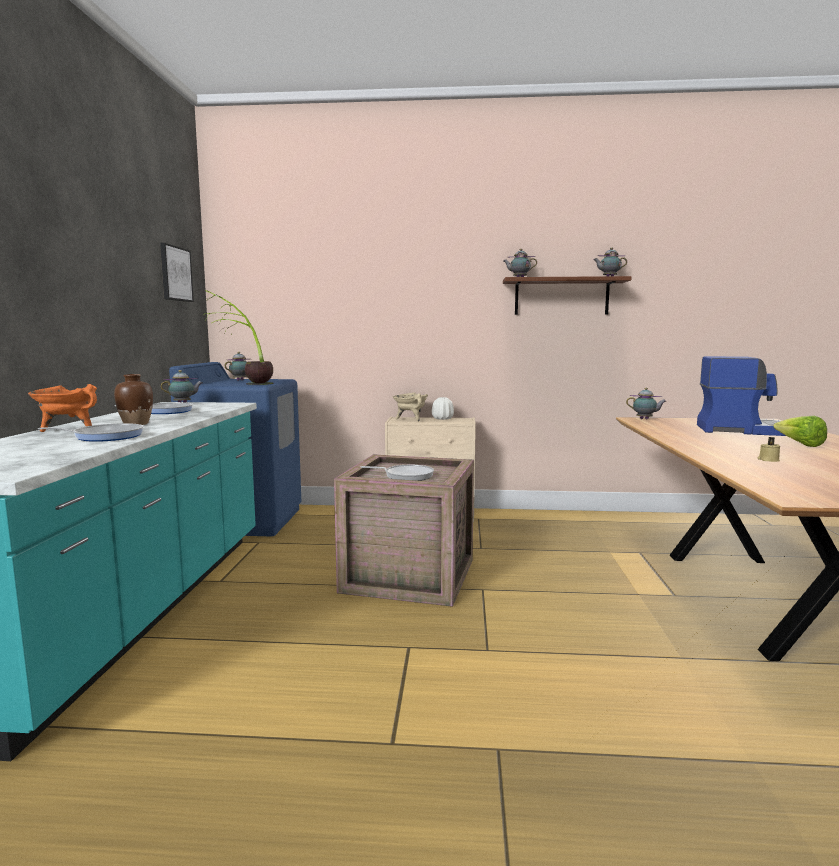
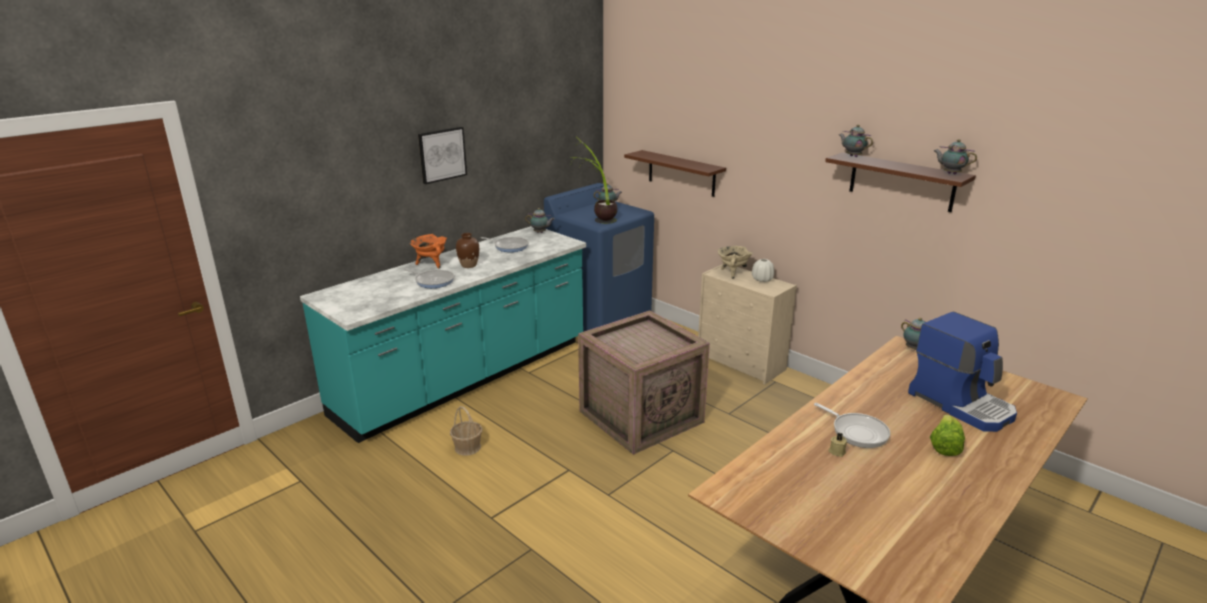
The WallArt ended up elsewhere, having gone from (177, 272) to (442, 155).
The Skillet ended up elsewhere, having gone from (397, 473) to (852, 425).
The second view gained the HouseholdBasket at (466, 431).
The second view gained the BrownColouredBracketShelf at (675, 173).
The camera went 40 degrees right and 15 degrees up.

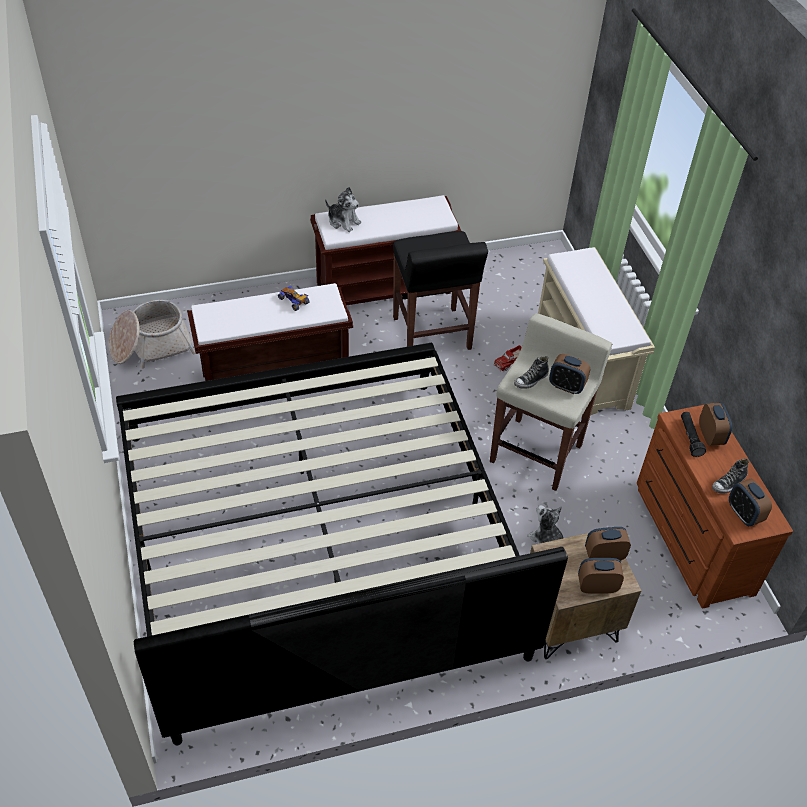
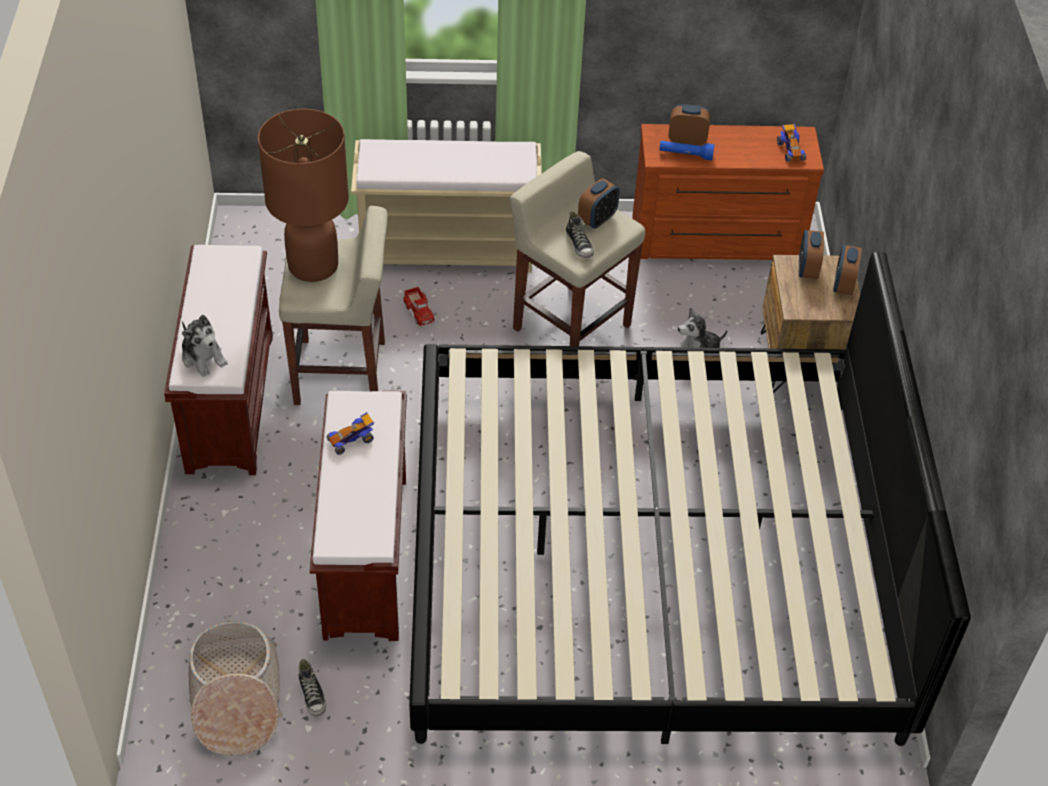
The CuddlyToy at (343, 209) ended up facing another way, 90 degrees clockwise from before.
What was the BlackColouredStool at (440, 290) turned into the BeigeColouredStool at (333, 305).
What was the BlackColouredHandTorch at (693, 434) turned into the BlueColouredHandTorch at (686, 150).
The ItemOfFootwear ended up elsewhere, having gone from (730, 476) to (312, 687).
Where the BedsideClock stood at (750, 502), the ToyCar came to stand at (791, 143).
The second view gained the BrownColouredLampForATable at (303, 195).
The camera went 75 degrees left and 0 degrees up.

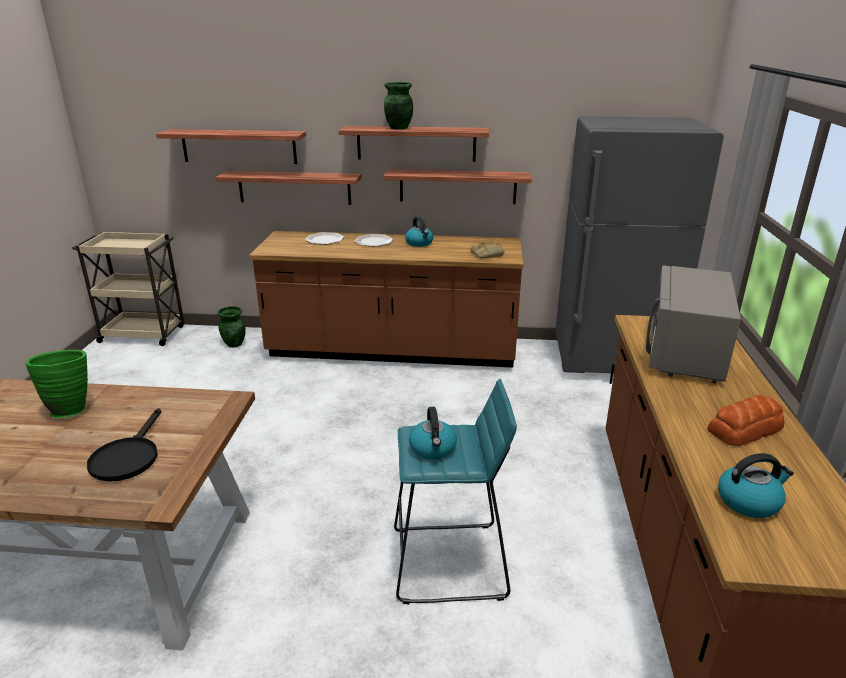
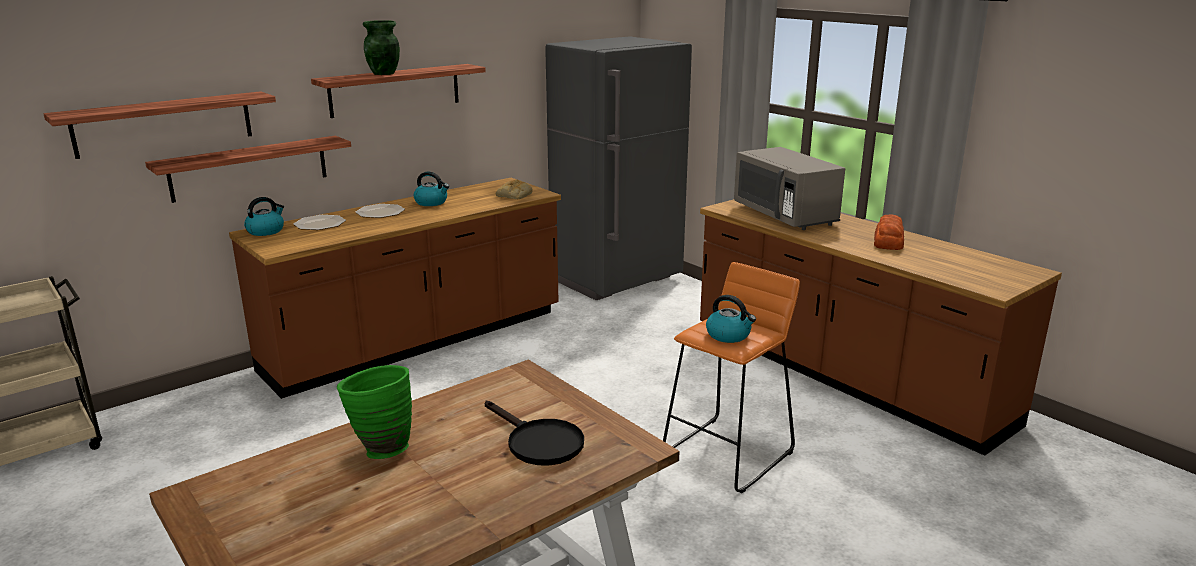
The second view lost the GreenColouredDecorativeVase at (231, 326).
The second view lost the BracketShelf at (458, 186).
What was the TurquoiseColouredStool at (455, 491) turned into the OrangeColouredStool at (731, 377).
The TeaKettle ended up elsewhere, having gone from (756, 485) to (264, 216).
The camera went 45 degrees left and 5 degrees down.

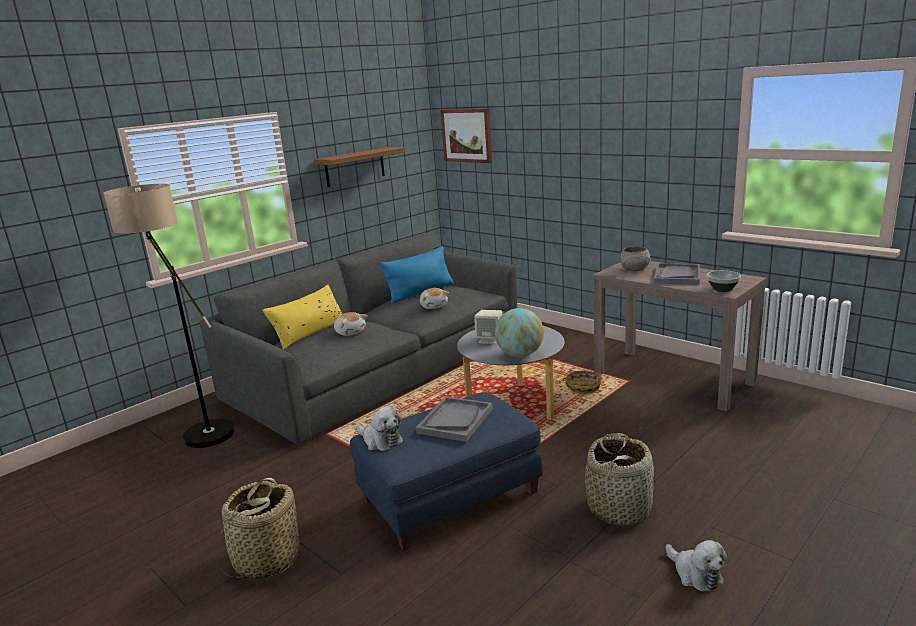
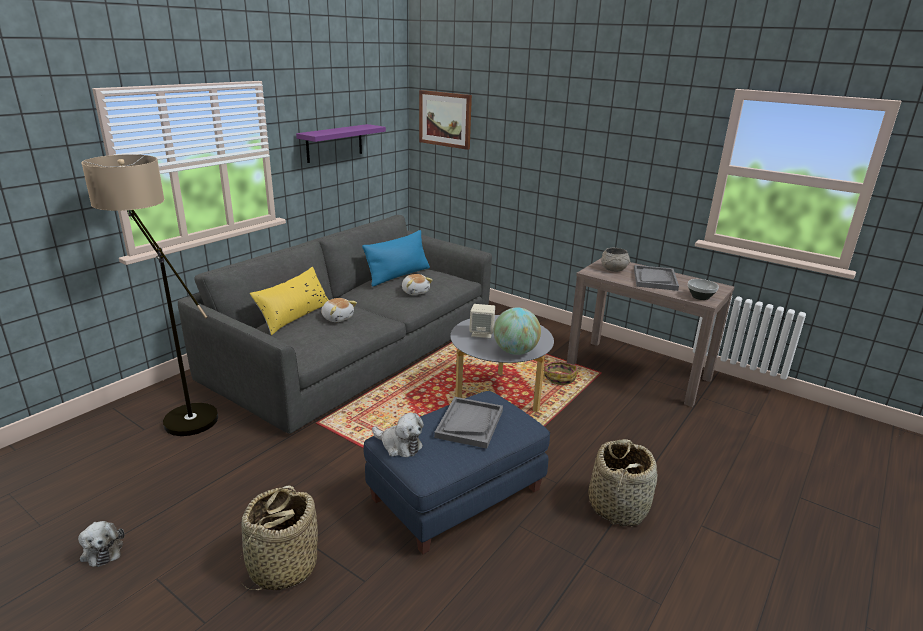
What was the BrownColouredBracketShelf at (359, 167) turned into the PurpleBracketShelf at (341, 143).
The CuddlyToy ended up elsewhere, having gone from (696, 566) to (101, 544).
The camera went 10 degrees left and 5 degrees up.

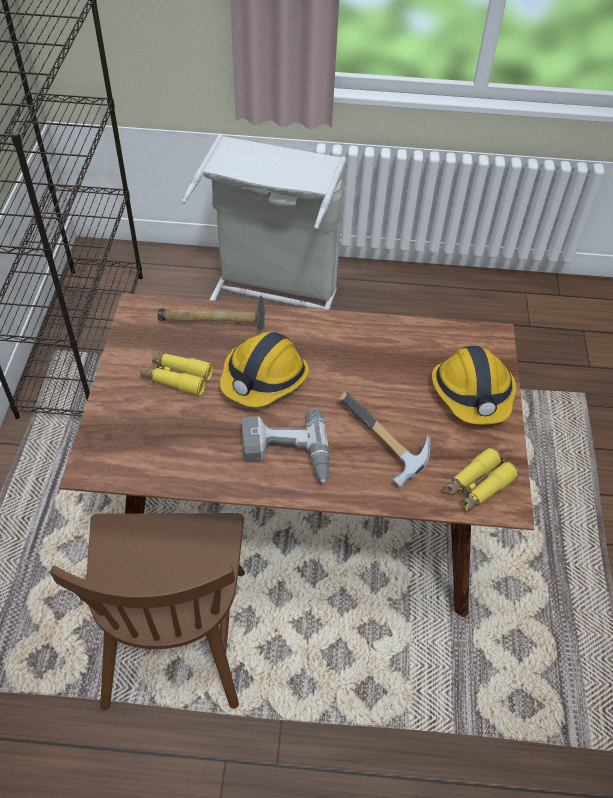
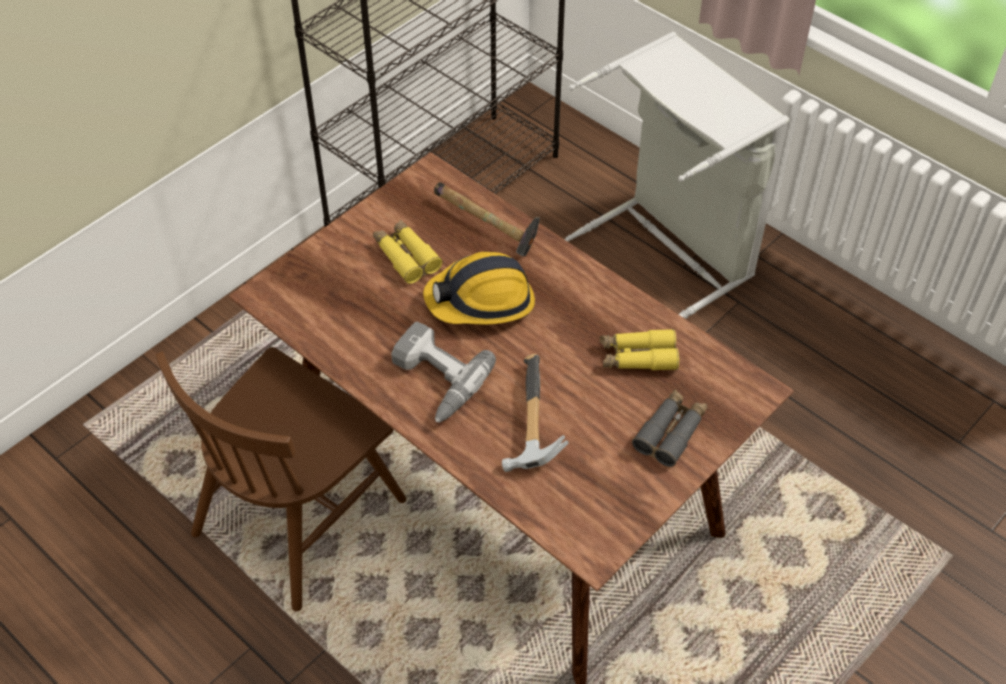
Where the HardHat stood at (474, 385), the GreyPairOfBinoculars came to stand at (669, 428).
The YellowPairOfBinoculars ended up elsewhere, having gone from (481, 479) to (639, 349).
The camera went 40 degrees right and 0 degrees up.

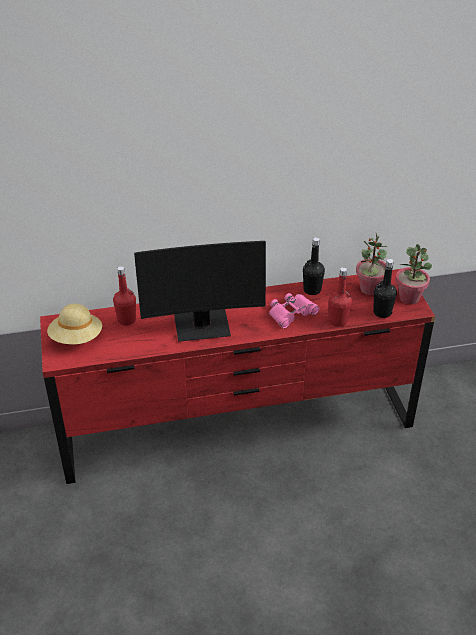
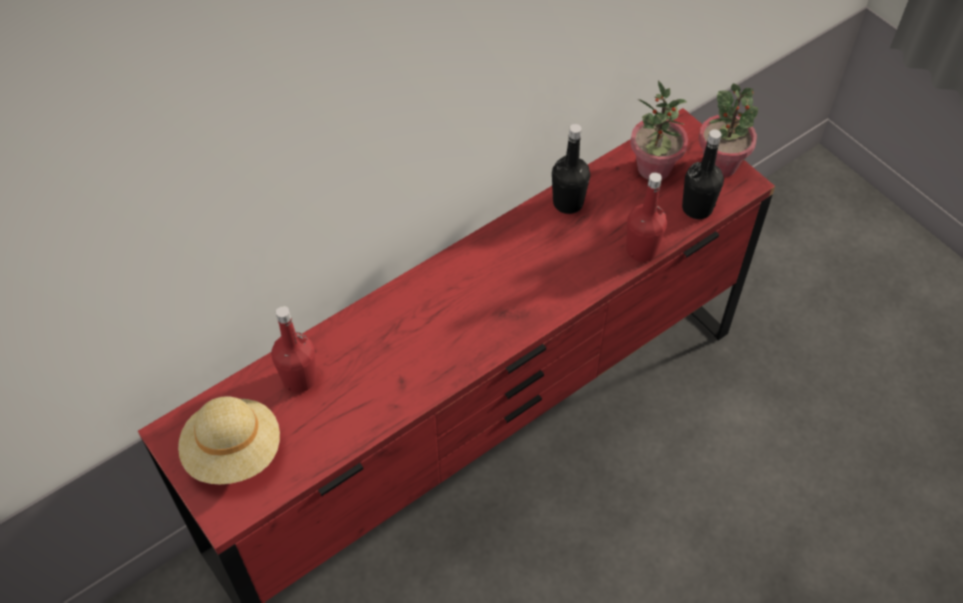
The second view lost the ComputerScreen at (200, 291).
The second view lost the PinkPairOfBinoculars at (294, 311).
The camera went 25 degrees left and 15 degrees up.

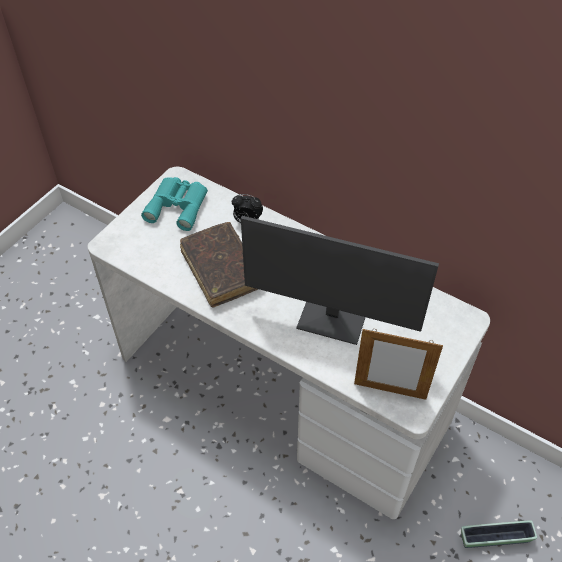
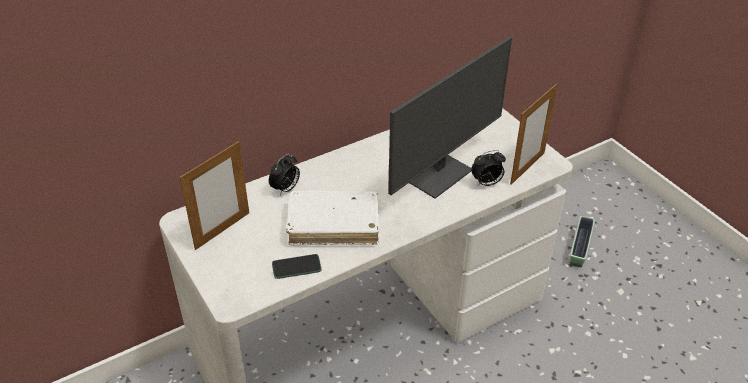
Where the TurquoiseColouredPairOfBinoculars stood at (174, 204), the PictureFrame came to stand at (214, 195).
What was the BrownColouredVolume at (219, 265) turned into the WhitishVolume at (332, 218).
The second view gained the Phone at (297, 266).
The second view gained the BedsideClock at (488, 168).
The camera went 65 degrees left and 10 degrees down.

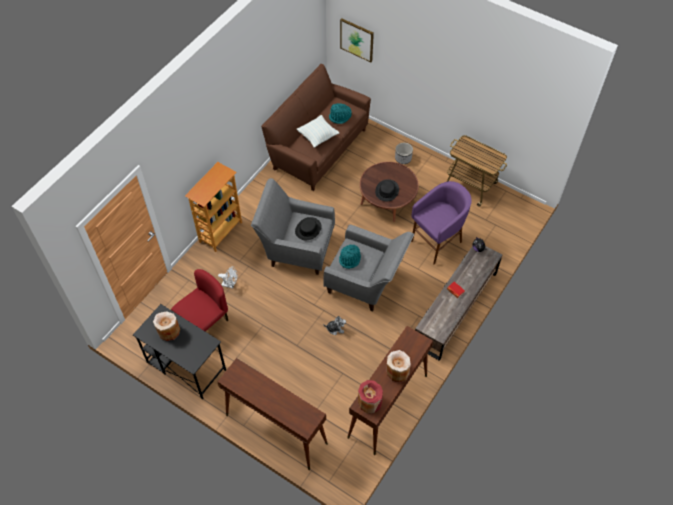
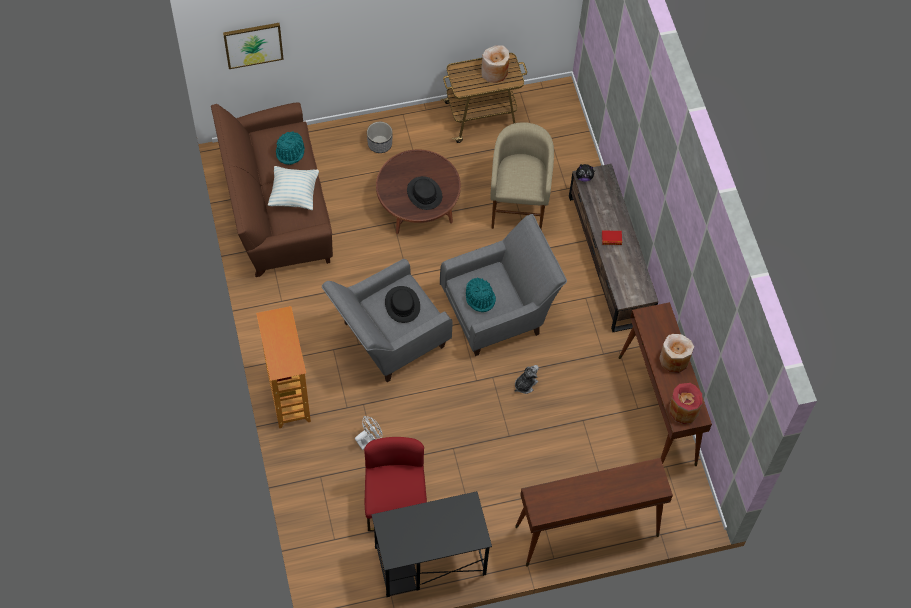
The BeigeColouredDecorativeVase ended up elsewhere, having gone from (166, 326) to (495, 64).
What was the PurpleStool at (441, 223) turned into the BeigeColouredStool at (522, 175).
The camera went 50 degrees left and 5 degrees up.

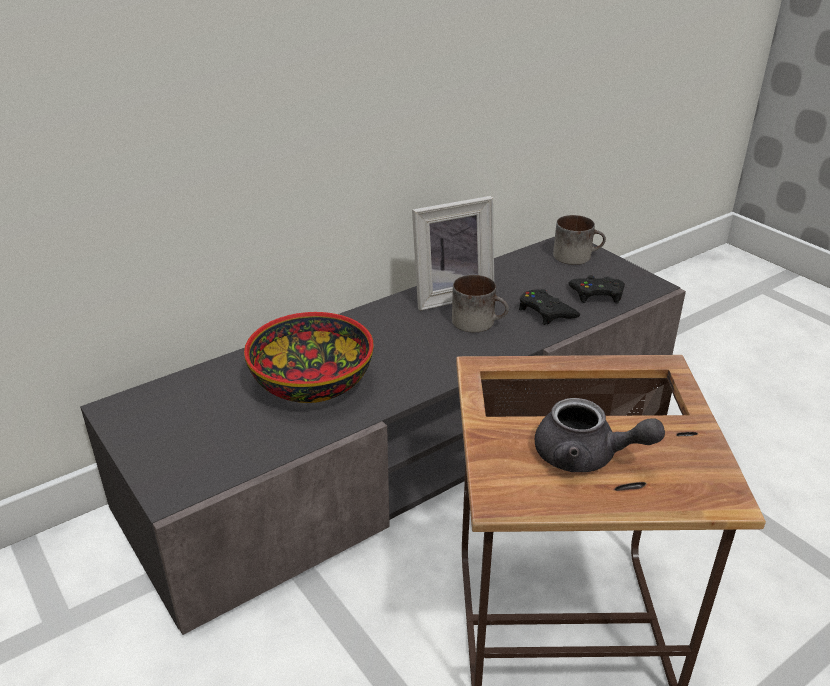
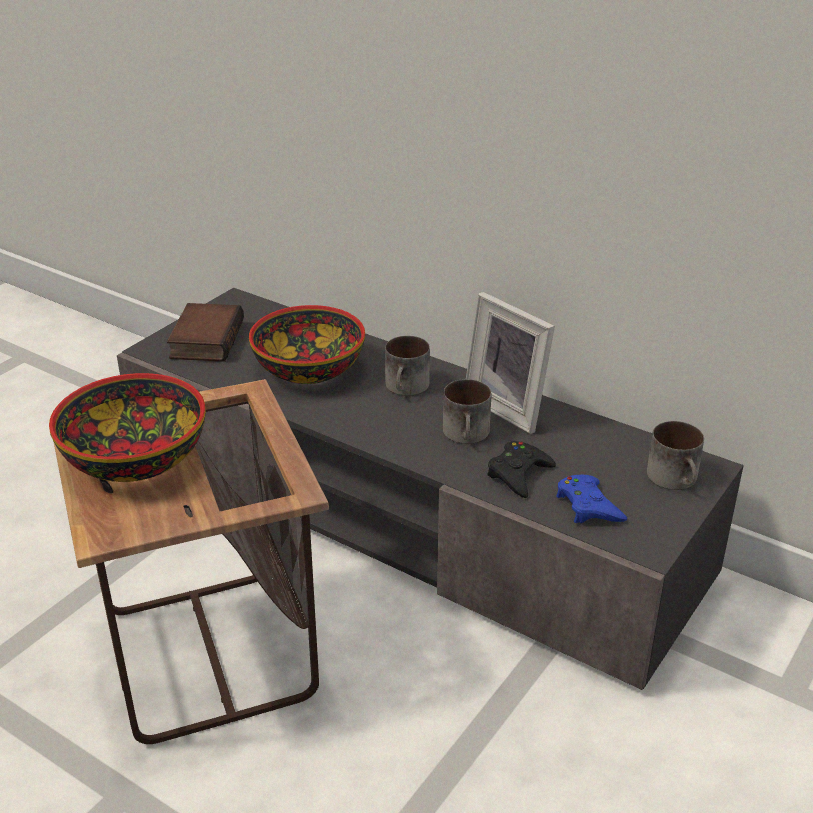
Where the GreyTeapot stood at (600, 435), the ServingBowl came to stand at (127, 427).
What was the BlackColouredJoypad at (597, 289) turned into the BlueColouredJoypad at (591, 499).
The second view gained the Volume at (205, 332).
The second view gained the Mug at (407, 366).
The camera went 70 degrees right and 0 degrees up.

